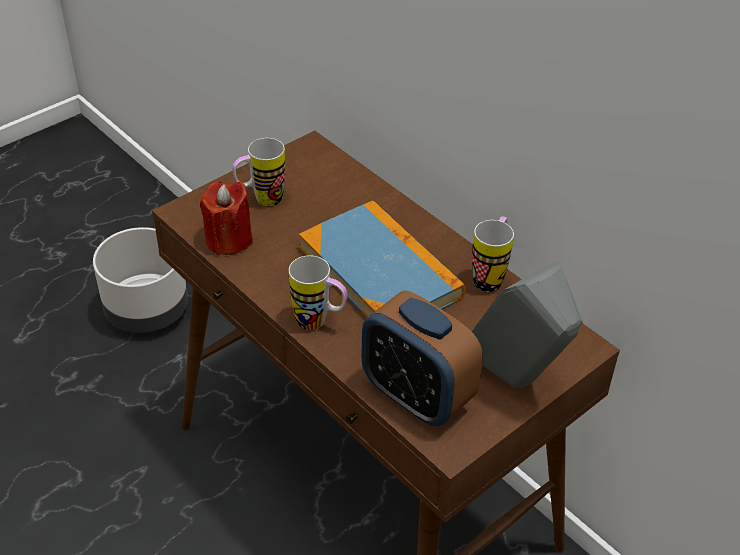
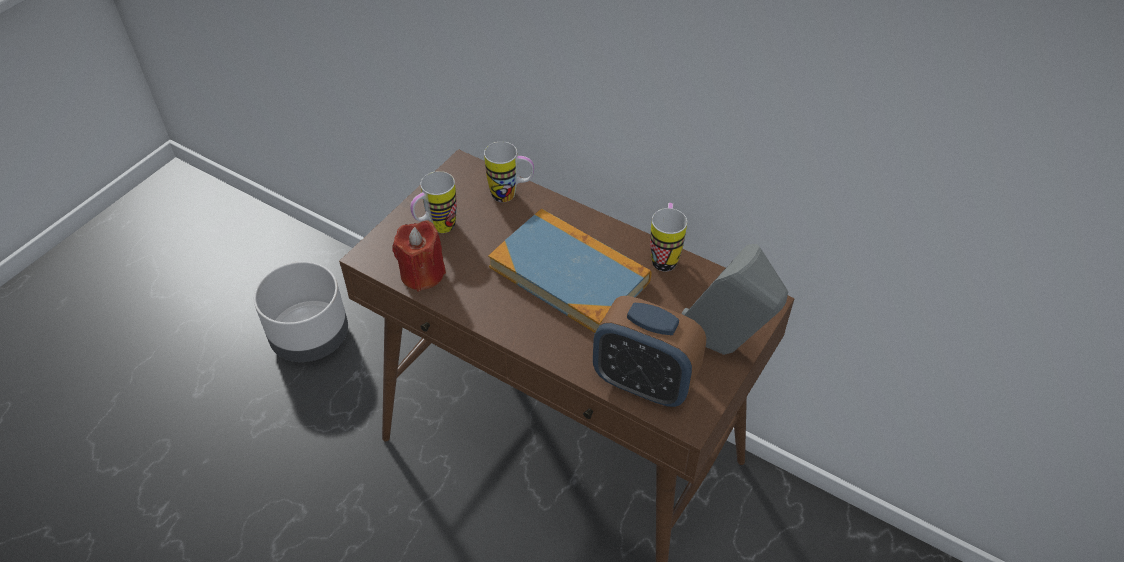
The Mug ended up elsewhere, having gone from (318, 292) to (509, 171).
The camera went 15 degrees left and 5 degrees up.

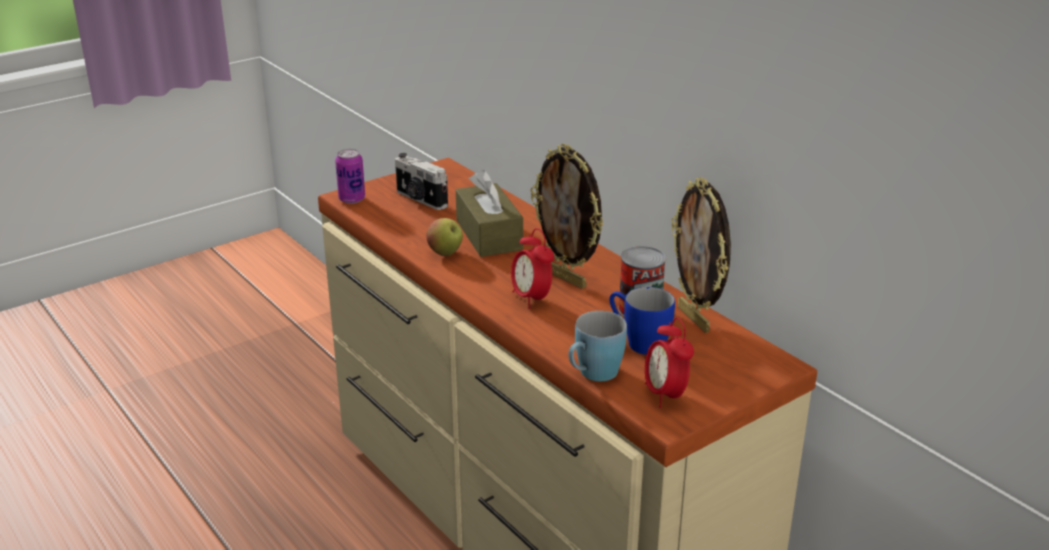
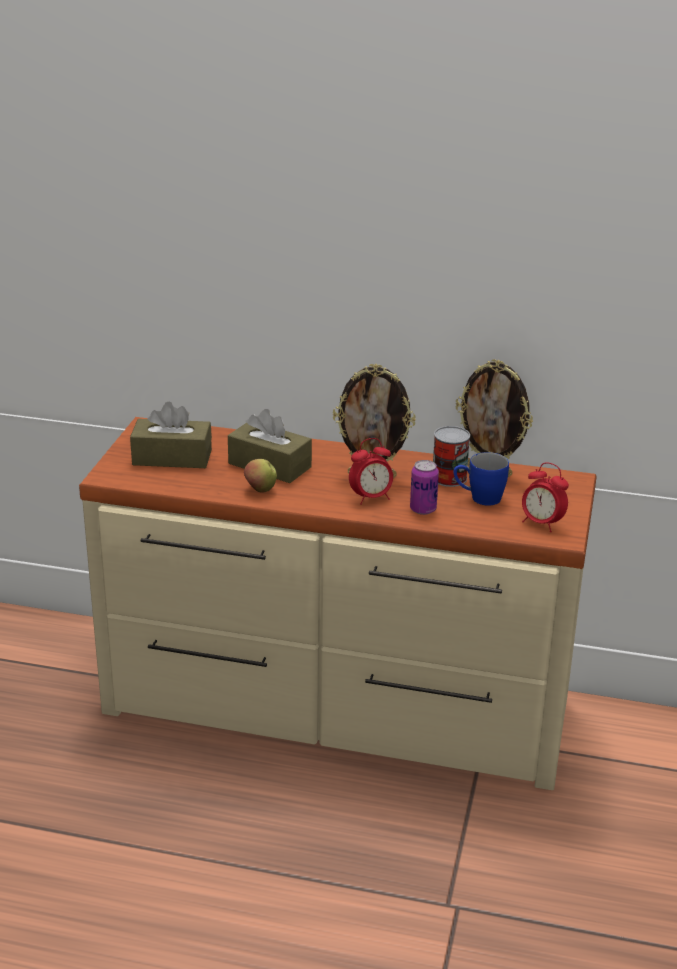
The SealedCan ended up elsewhere, having gone from (350, 176) to (424, 487).
Where the PhotoCamera stood at (421, 181), the BrownColouredBoxOfTissues came to stand at (171, 435).
The BedsideClock at (532, 268) ended up facing another way, 45 degrees counterclockwise from before.
The second view lost the BlueColouredMug at (598, 346).
The camera went 40 degrees left and 0 degrees up.

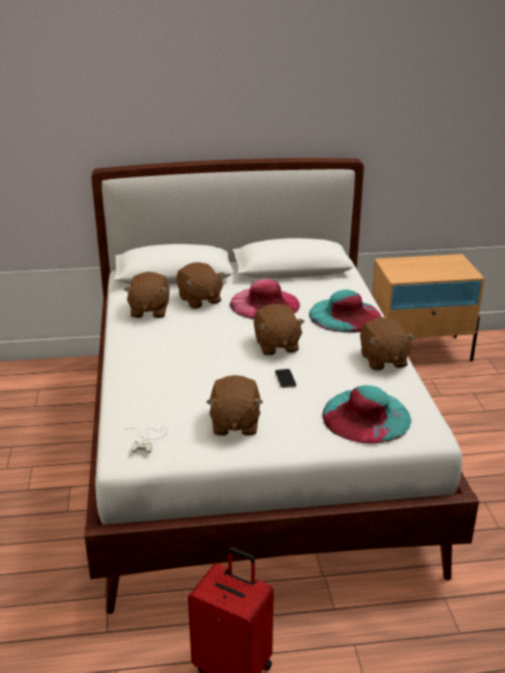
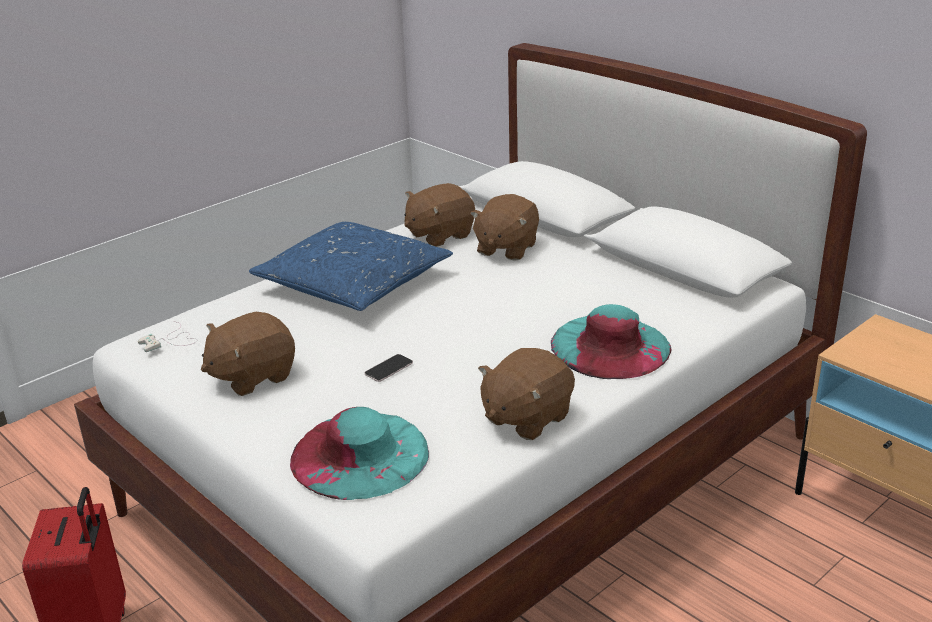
The second view lost the PinkHat at (265, 299).
The second view lost the BrownColouredCuddlyToy at (279, 330).
The second view gained the BlueColouredCushion at (351, 266).
The camera went 55 degrees right and 0 degrees up.

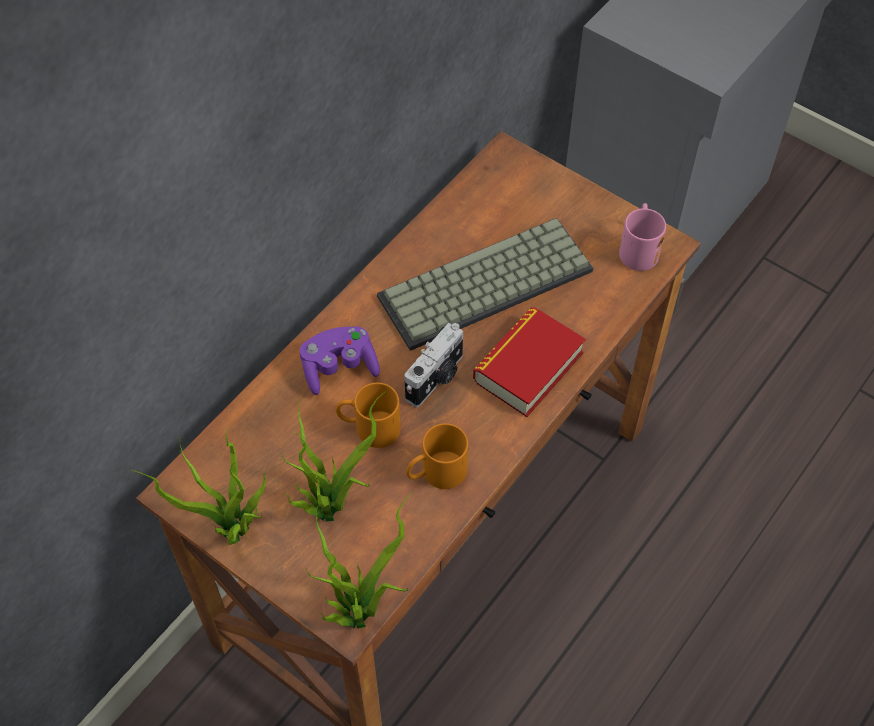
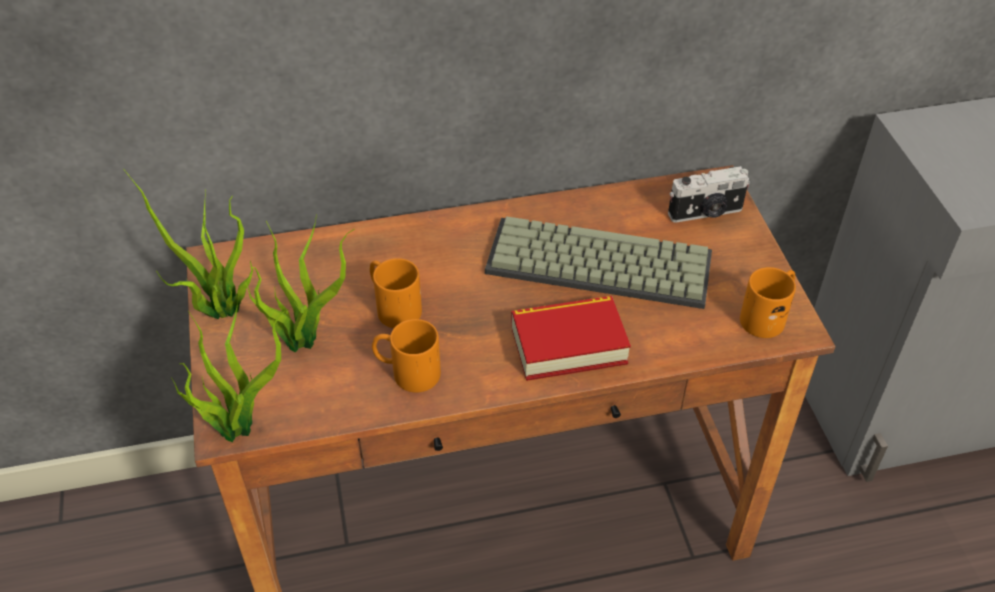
The second view lost the PurpleJoypad at (339, 360).
The PhotoCamera ended up elsewhere, having gone from (434, 365) to (709, 194).
What was the PinkMug at (642, 237) turned into the OrangeColouredMug at (768, 302).
The camera went 40 degrees right and 10 degrees down.

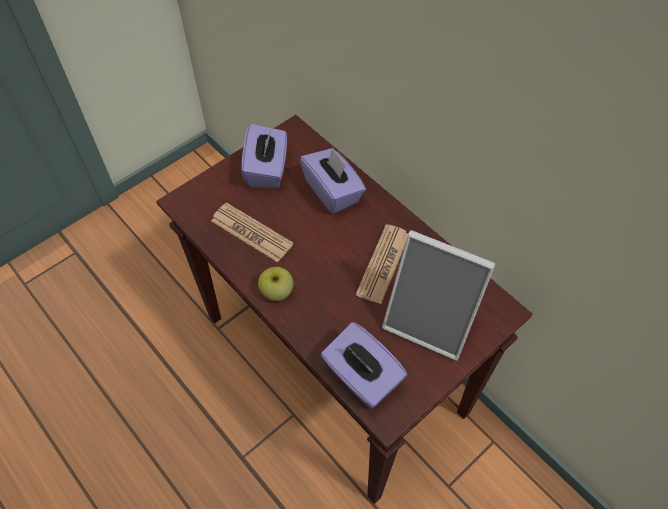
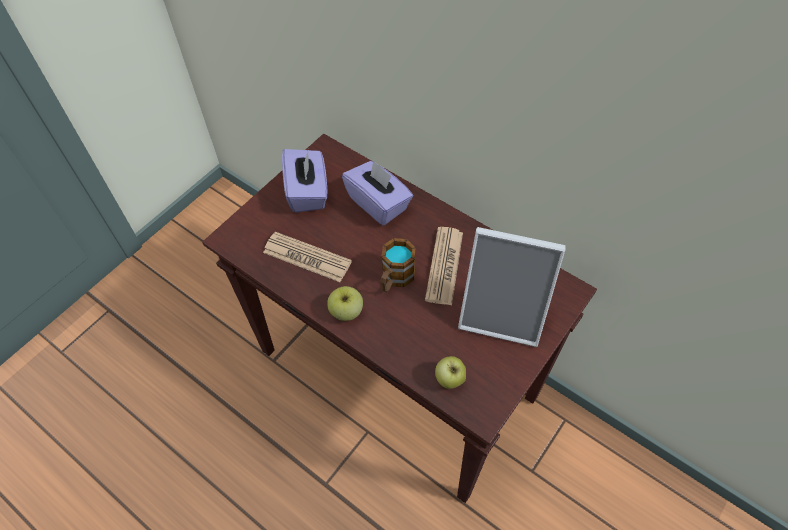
Where the PurpleBoxOfTissues stood at (364, 365), the AppleFruit came to stand at (450, 372).
The second view gained the Mug at (398, 265).
The camera went 10 degrees left and 0 degrees up.

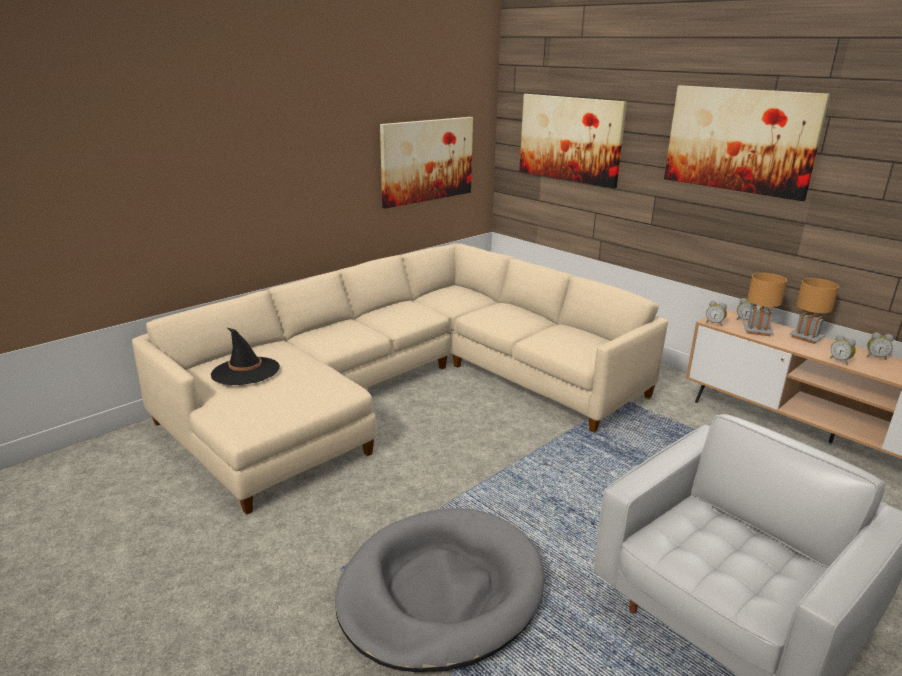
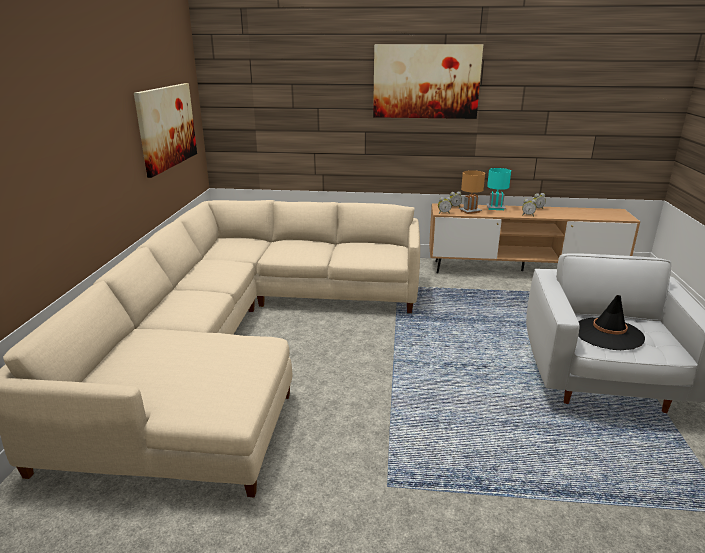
The BlackColouredHat ended up elsewhere, having gone from (245, 356) to (611, 322).
The second view lost the GreyDogBed at (440, 590).
The second view lost the WallArt at (573, 141).
What was the BrownColouredLampForATable at (814, 311) turned into the TurquoiseColouredLampForATable at (499, 189).
The camera went 40 degrees left and 0 degrees up.

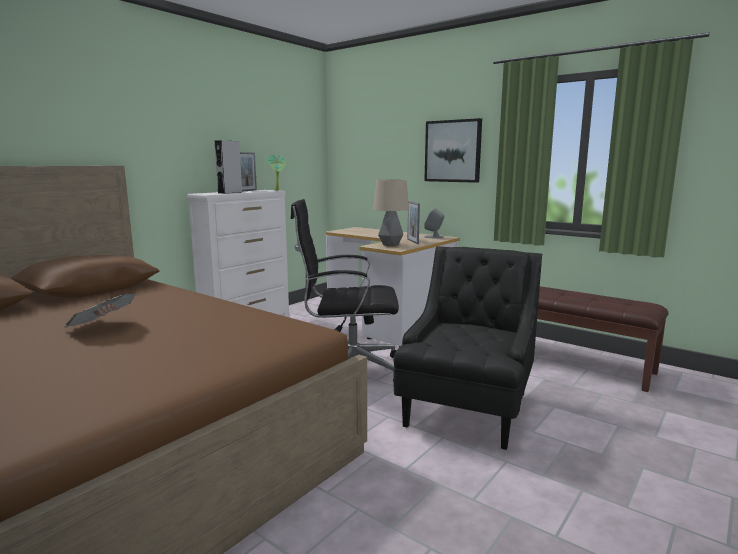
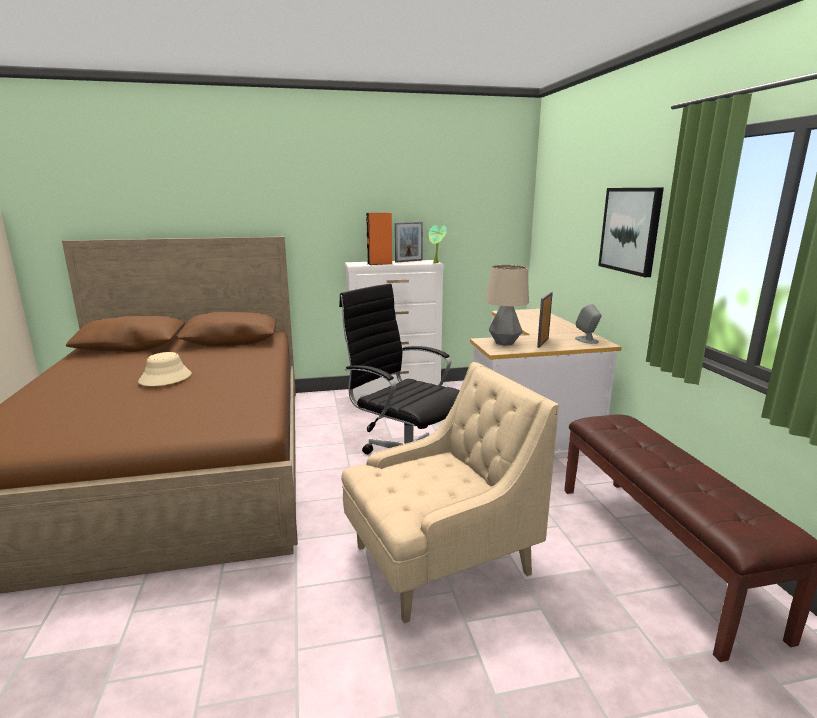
Where the Newspaper stood at (100, 310), the BeigeColouredHat came to stand at (165, 369).
What was the GreyLoudspeaker at (228, 167) turned into the OrangeColouredLoudspeaker at (379, 239).
What was the BlackColouredLoungeChair at (467, 348) turned into the BeigeColouredLoungeChair at (450, 492).
The camera went 40 degrees right and 5 degrees up.

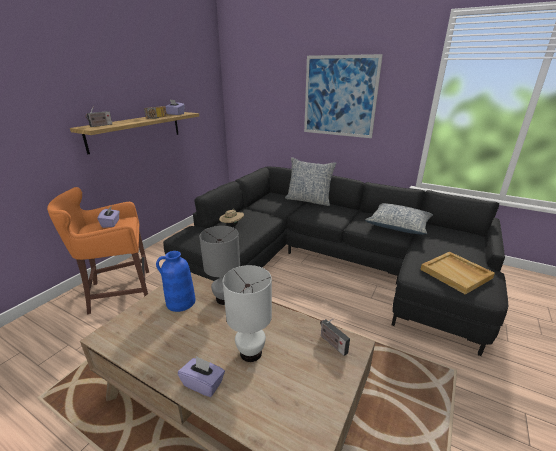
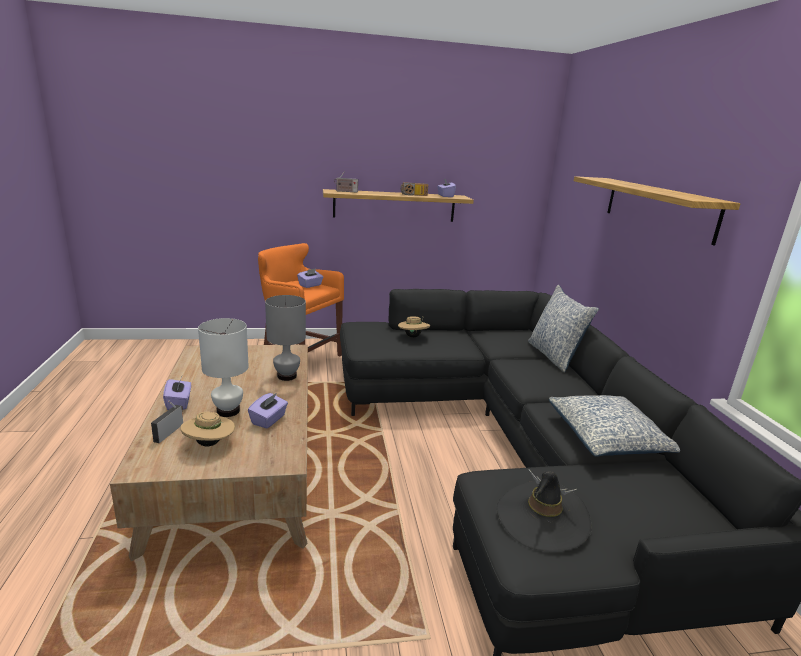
The second view lost the BlueColouredDecorativeVase at (176, 281).
Where the WallArt hung at (343, 96), the BracketShelf came to hang at (657, 210).
The RadioReceiver ended up elsewhere, having gone from (335, 337) to (167, 422).
Where the BeigeColouredCarryingTray stood at (457, 273), the BlackColouredHat came to stand at (544, 510).
The second view gained the BeigeColouredHat at (207, 428).
The second view gained the PurpleBoxOfTissues at (268, 411).
The camera went 50 degrees right and 5 degrees down.

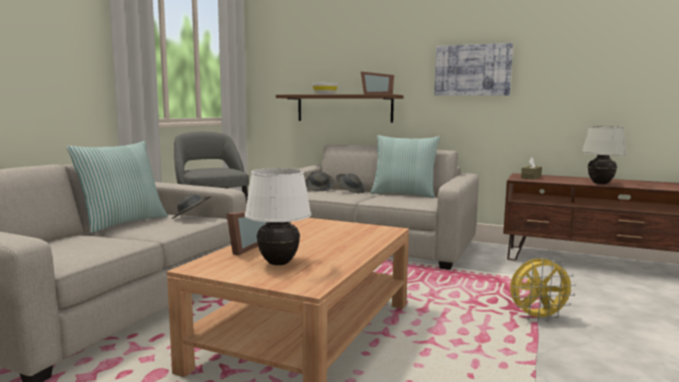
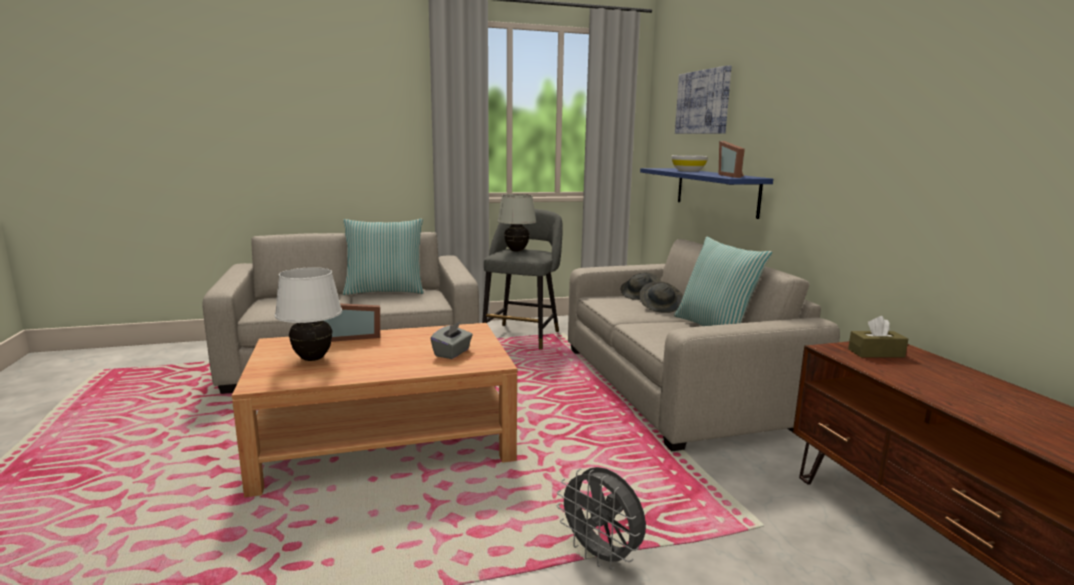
The second view lost the GreyHat at (191, 206).
What was the BrownColouredBracketShelf at (339, 108) turned into the BlueColouredBracketShelf at (706, 193).
The WallArt ended up elsewhere, having gone from (473, 69) to (703, 99).
What was the YellowFan at (543, 290) turned into the GreyFan at (601, 518).
The WhitishLampForATable ended up elsewhere, having gone from (604, 155) to (517, 222).
The second view gained the GreyBoxOfTissues at (451, 340).
The camera went 50 degrees right and 5 degrees up.

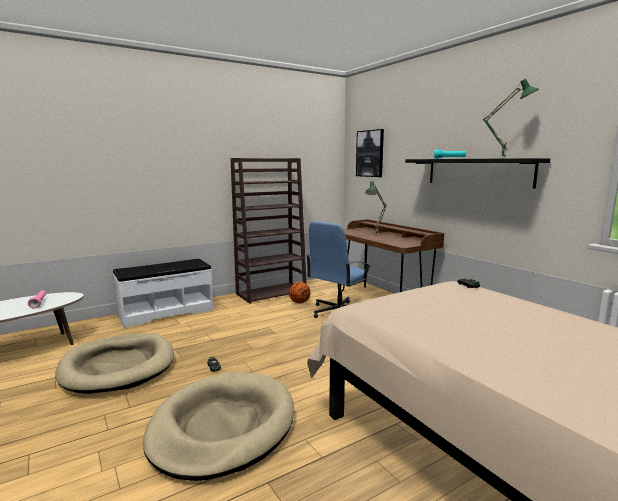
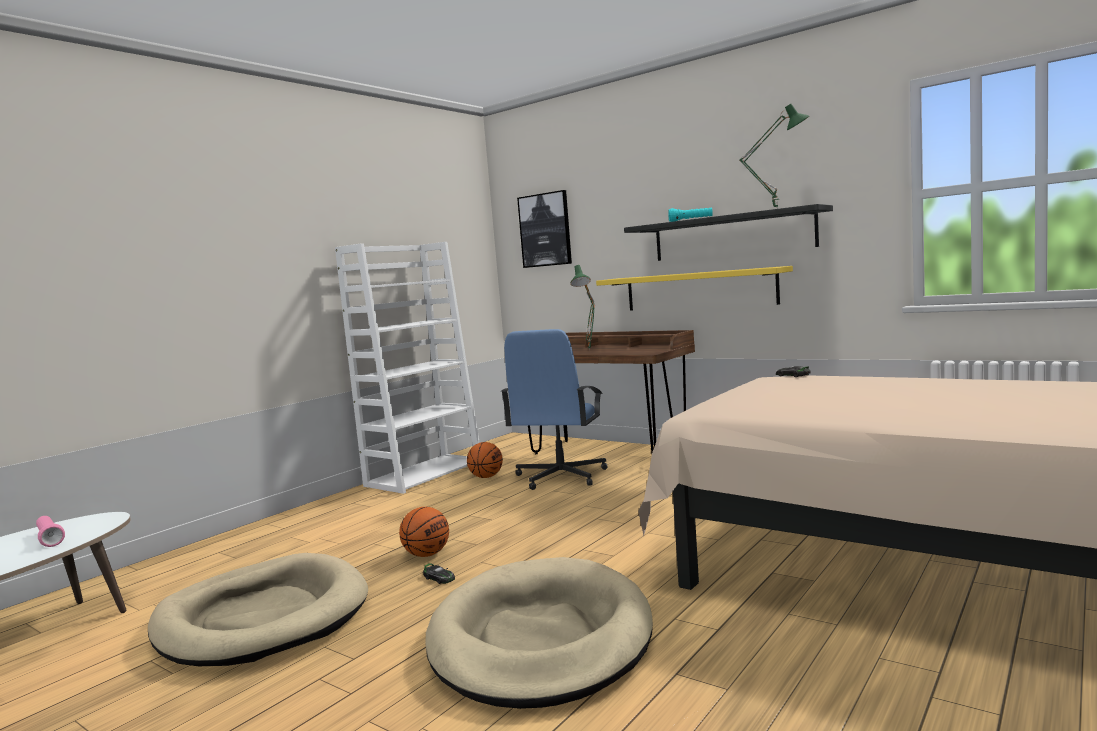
The second view lost the WhitishIndoorBench at (163, 293).
What was the BrownColouredBookcase at (268, 231) turned into the WhitishBookcase at (407, 368).
The second view gained the Basketball at (424, 532).
The second view gained the YellowBracketShelf at (694, 288).
The camera went 20 degrees left and 5 degrees down.

